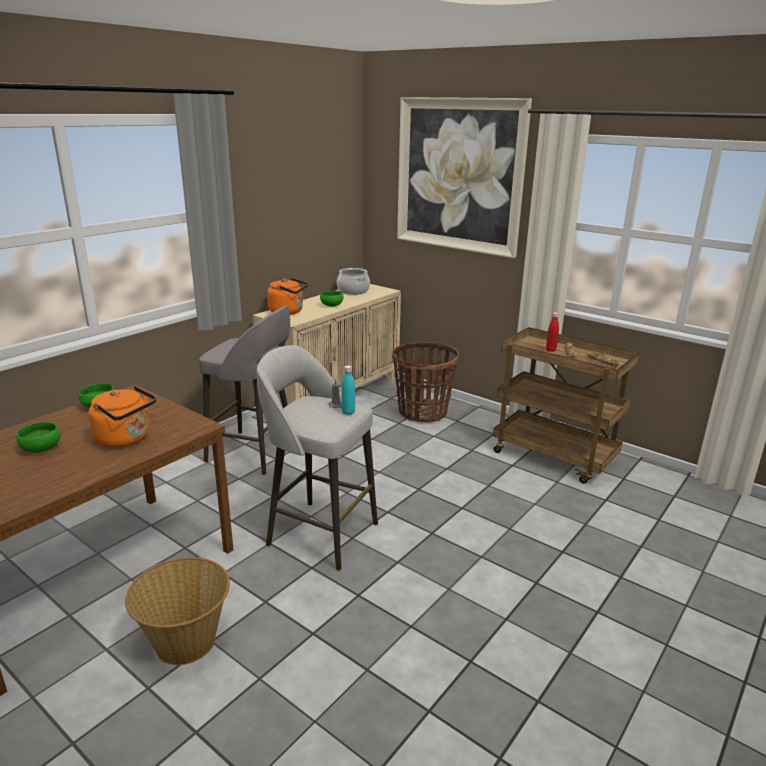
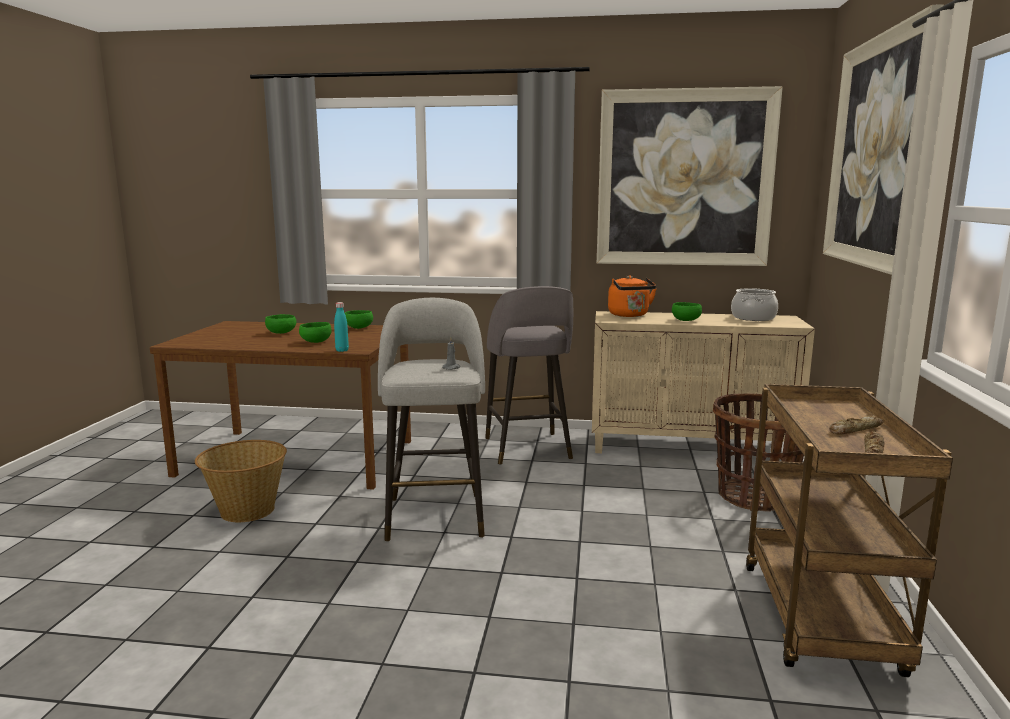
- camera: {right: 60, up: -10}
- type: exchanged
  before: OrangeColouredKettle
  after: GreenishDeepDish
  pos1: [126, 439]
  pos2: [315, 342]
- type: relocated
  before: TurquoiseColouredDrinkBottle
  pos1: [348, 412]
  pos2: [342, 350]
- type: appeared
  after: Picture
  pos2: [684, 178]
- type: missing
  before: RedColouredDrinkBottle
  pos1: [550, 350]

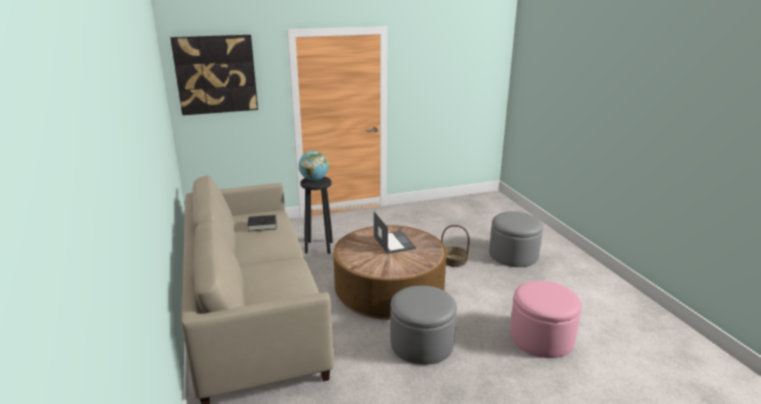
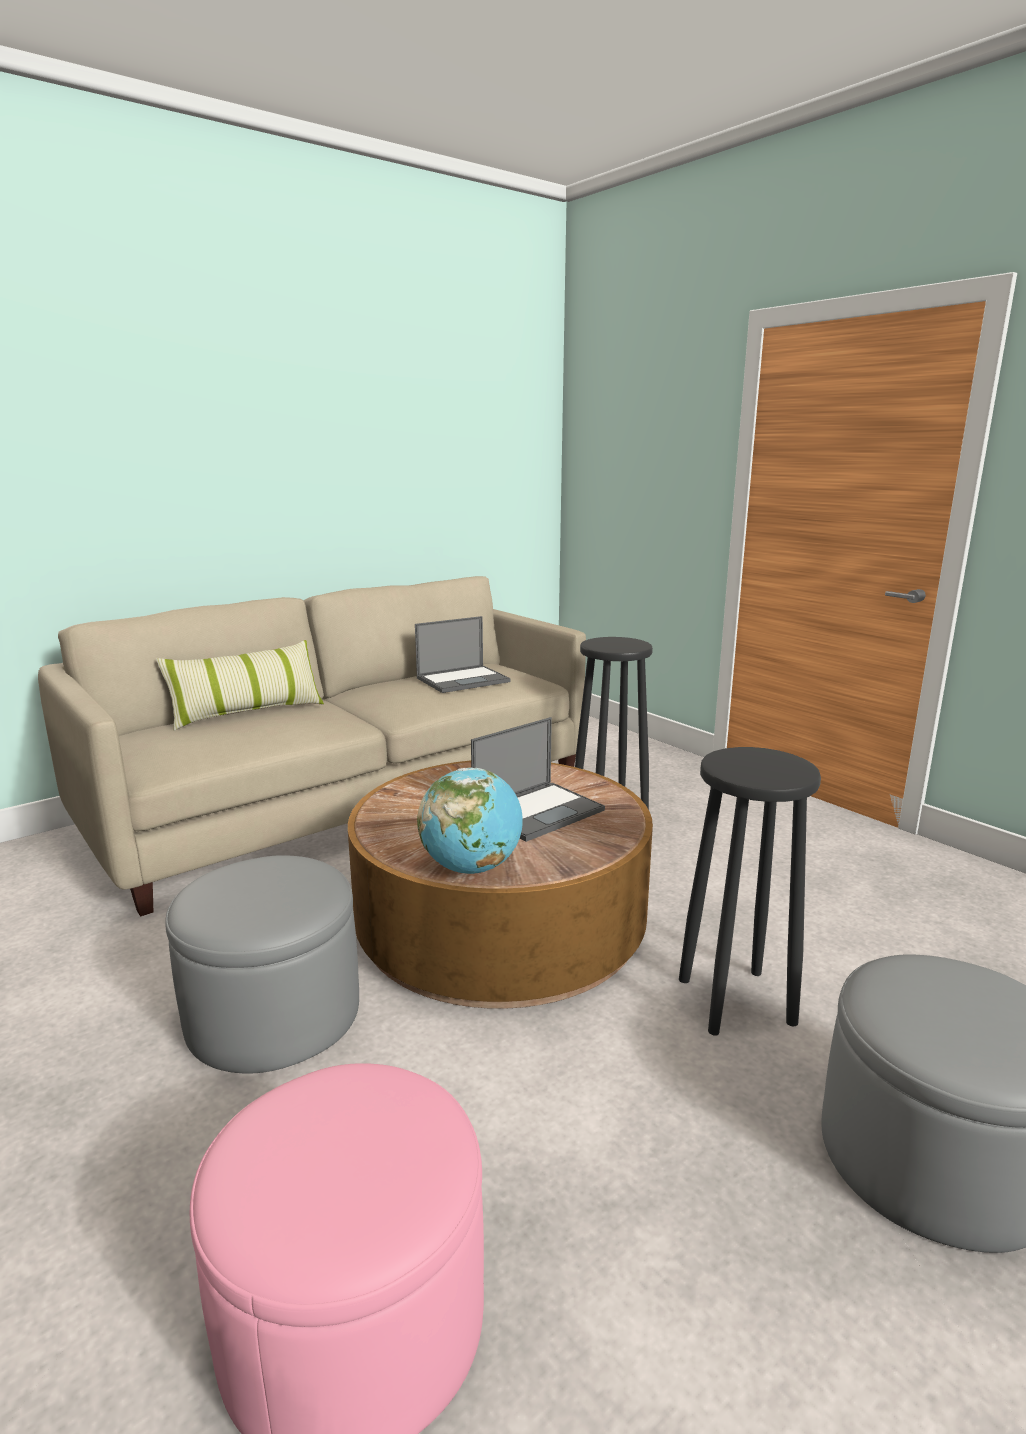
- camera: {right: 70, up: -5}
- type: appeared
  after: ThrowPillow
  pos2: [247, 712]
- type: exchanged
  before: BlackishBoundBook
  after: PortableComputer
  pos1: [262, 225]
  pos2: [464, 680]
- type: relocated
  before: Globe
  pos1: [314, 179]
  pos2: [471, 868]
- type: exchanged
  before: HouseholdBasket
  after: BlackishStool
  pos1: [454, 260]
  pos2: [736, 1002]
- type: missing
  before: Picture
  pos1: [216, 74]

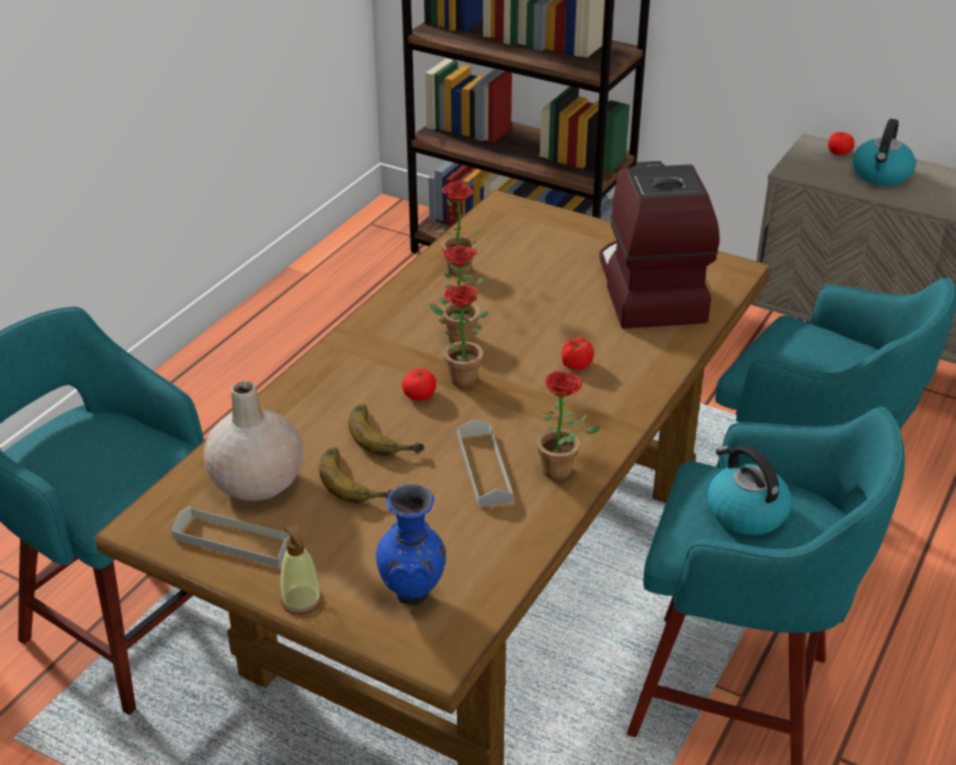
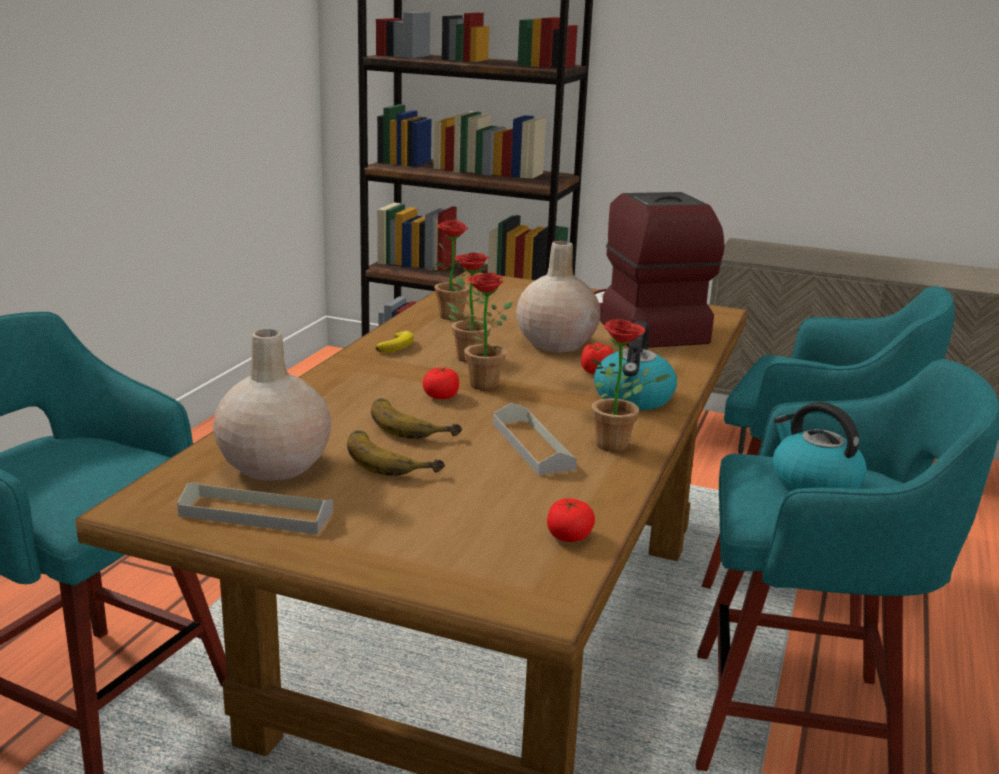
- camera: {right: -10, up: -15}
- type: appeared
  after: Banana
  pos2: [397, 346]
- type: appeared
  after: SandColouredDecorativeVase
  pos2: [555, 344]
- type: relocated
  before: FreshTomato
  pos1: [839, 152]
  pos2: [569, 536]
- type: relocated
  before: Kettle
  pos1: [881, 175]
  pos2: [633, 398]
- type: missing
  before: SoapDispenser
  pos1: [301, 601]
- type: missing
  before: BlueColouredDecorativeVase
  pos1: [414, 596]

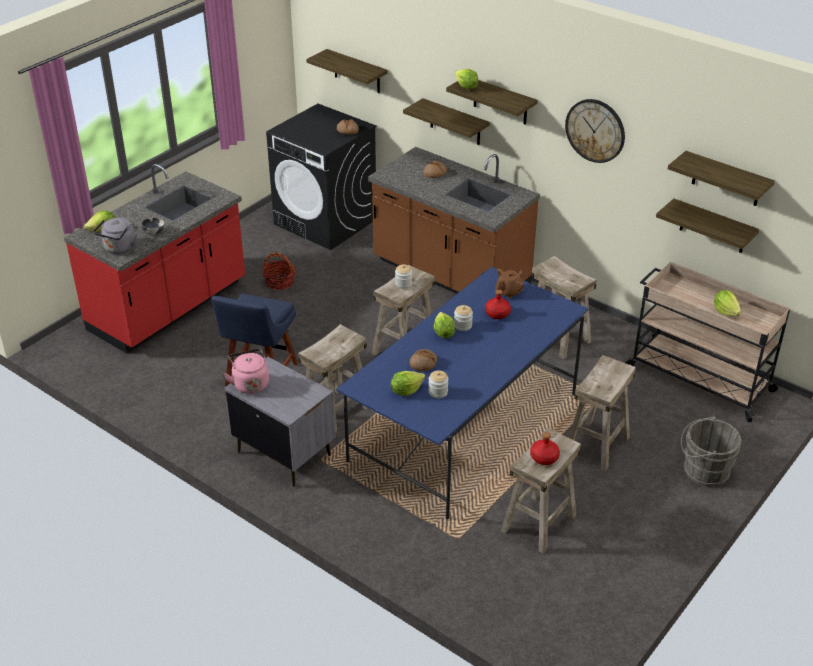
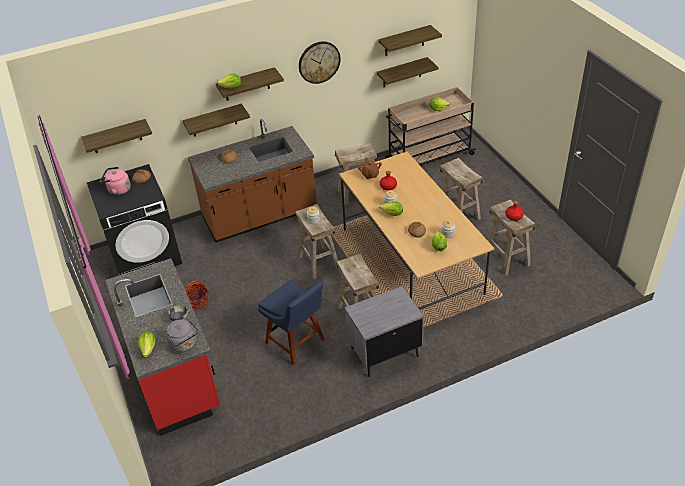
- camera: {right: -60, up: 5}
- type: relocated
  before: PinkColouredKettle
  pos1: [250, 383]
  pos2: [118, 190]
- type: colour
  before: BlueColouredKitchenTable
  after: SandColouredKitchenTable
  pos1: [464, 427]
  pos2: [411, 260]
- type: missing
  before: GreyPail
  pos1: [703, 470]

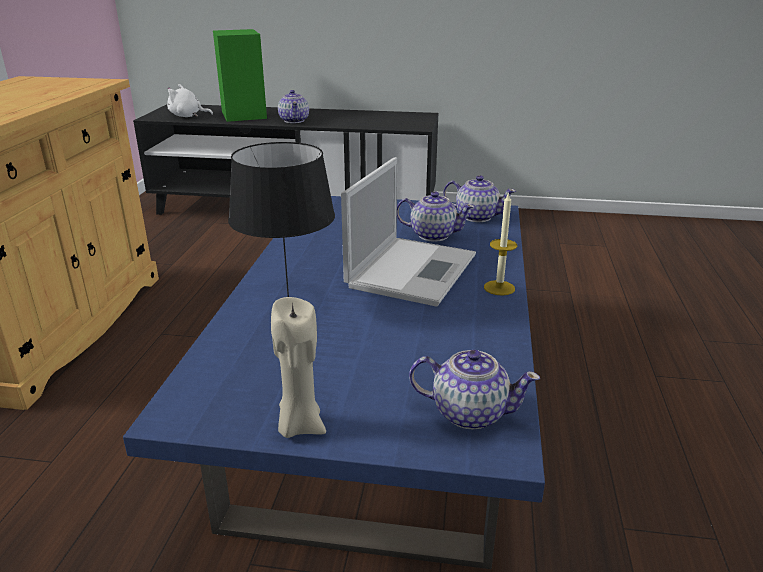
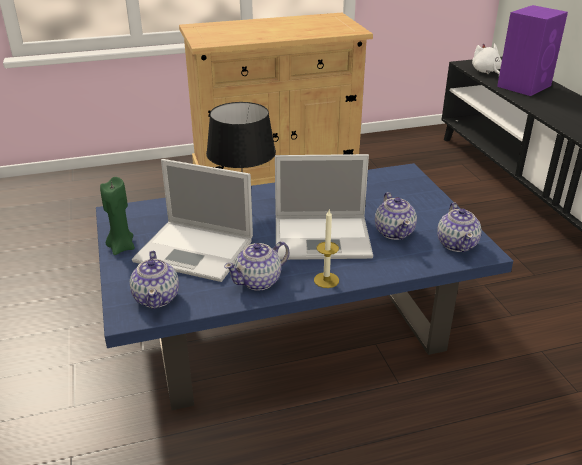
- camera: {right: 65, up: 5}
- type: colour
  before: SandColouredCandle
  after: GreenishCandle
  pos1: [299, 425]
  pos2: [121, 247]
- type: appeared
  after: PortableComputer
  pos2: [196, 251]
- type: relocated
  before: PotForTea
  pos1: [294, 120]
  pos2: [259, 281]
- type: colour
  before: GreenishAudioSpeaker
  after: PurpleColouredAudioSpeaker
  pos1: [243, 114]
  pos2: [524, 86]

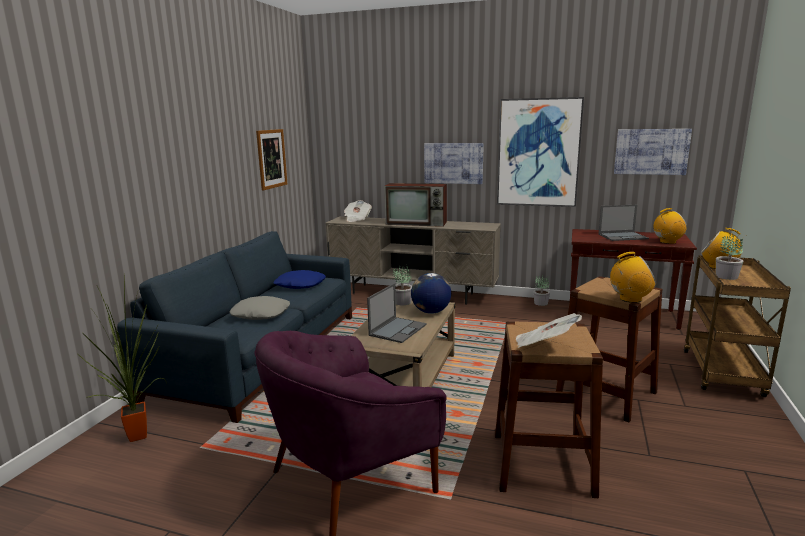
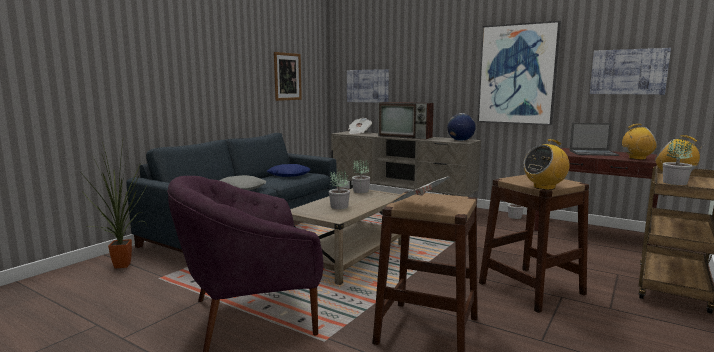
- camera: {right: 15, up: -5}
- type: exchanged
  before: PortableComputer
  after: Houseplant
  pos1: [398, 329]
  pos2: [339, 206]
- type: relocated
  before: Picture
  pos1: [453, 163]
  pos2: [367, 86]
- type: relocated
  before: Globe
  pos1: [430, 312]
  pos2: [460, 140]
- type: spun
  before: RadioSet
  pos1: [630, 299]
  pos2: [544, 187]
  turn: 135

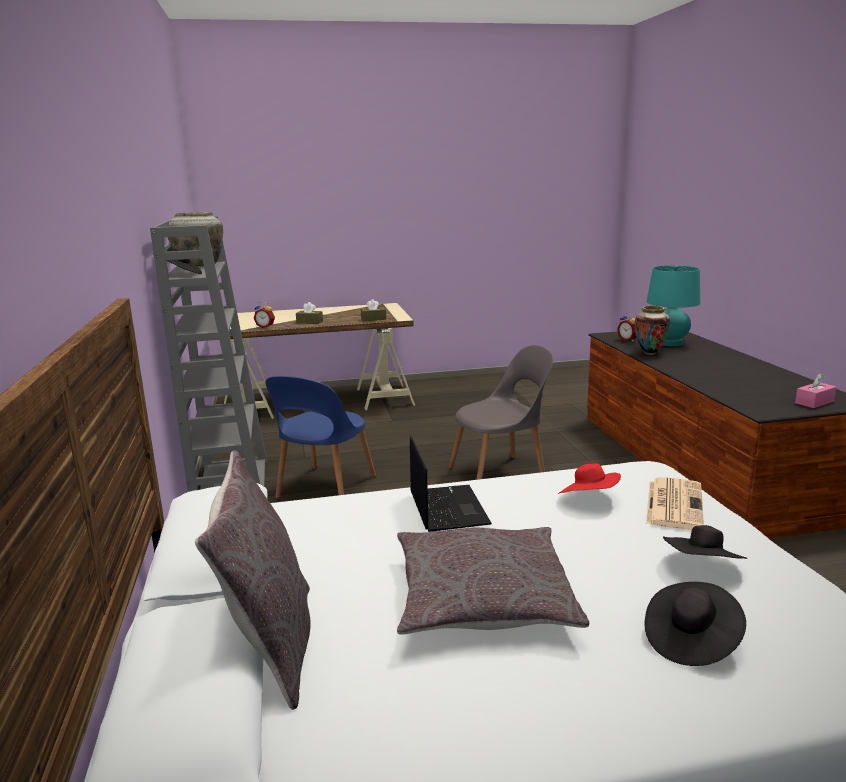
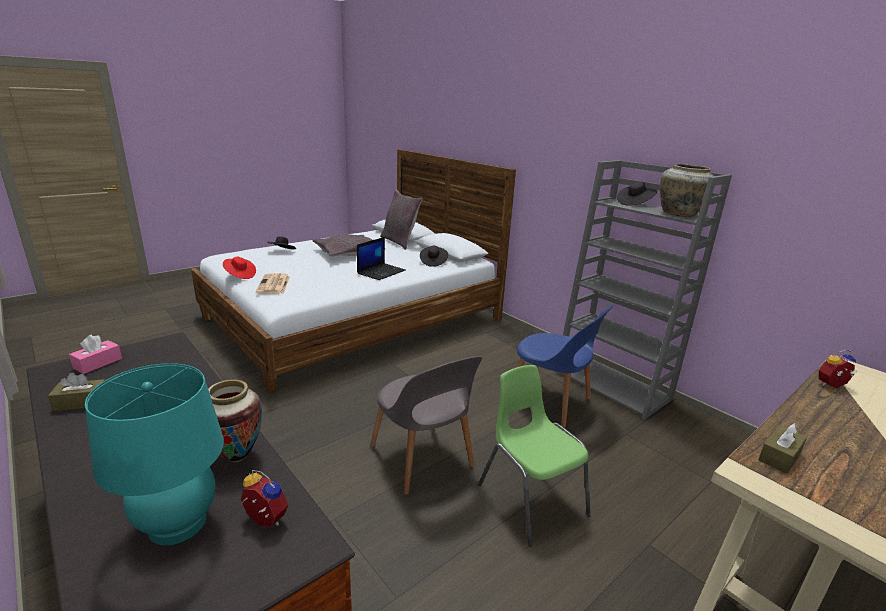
- camera: {right: 150, up: 5}
- type: relocated
  before: BrownTissueHolder
  pos1: [309, 322]
  pos2: [81, 402]
- type: relocated
  before: RedColouredWearableHat
  pos1: [589, 499]
  pos2: [240, 275]
- type: spun
  before: PortableComputer
  pos1: [447, 508]
  pos2: [381, 272]
  turn: -105
- type: spun
  before: GreyChair
  pos1: [501, 475]
  pos2: [423, 459]
  turn: -75
- type: relocated
  before: BlackishWearableHat
  pos1: [702, 568]
  pos2: [433, 262]
- type: appeared
  after: GreenishChair
  pos2: [530, 499]
- type: spun
  before: BlueColouredChair
  pos1: [324, 489]
  pos2: [551, 402]
  turn: 135

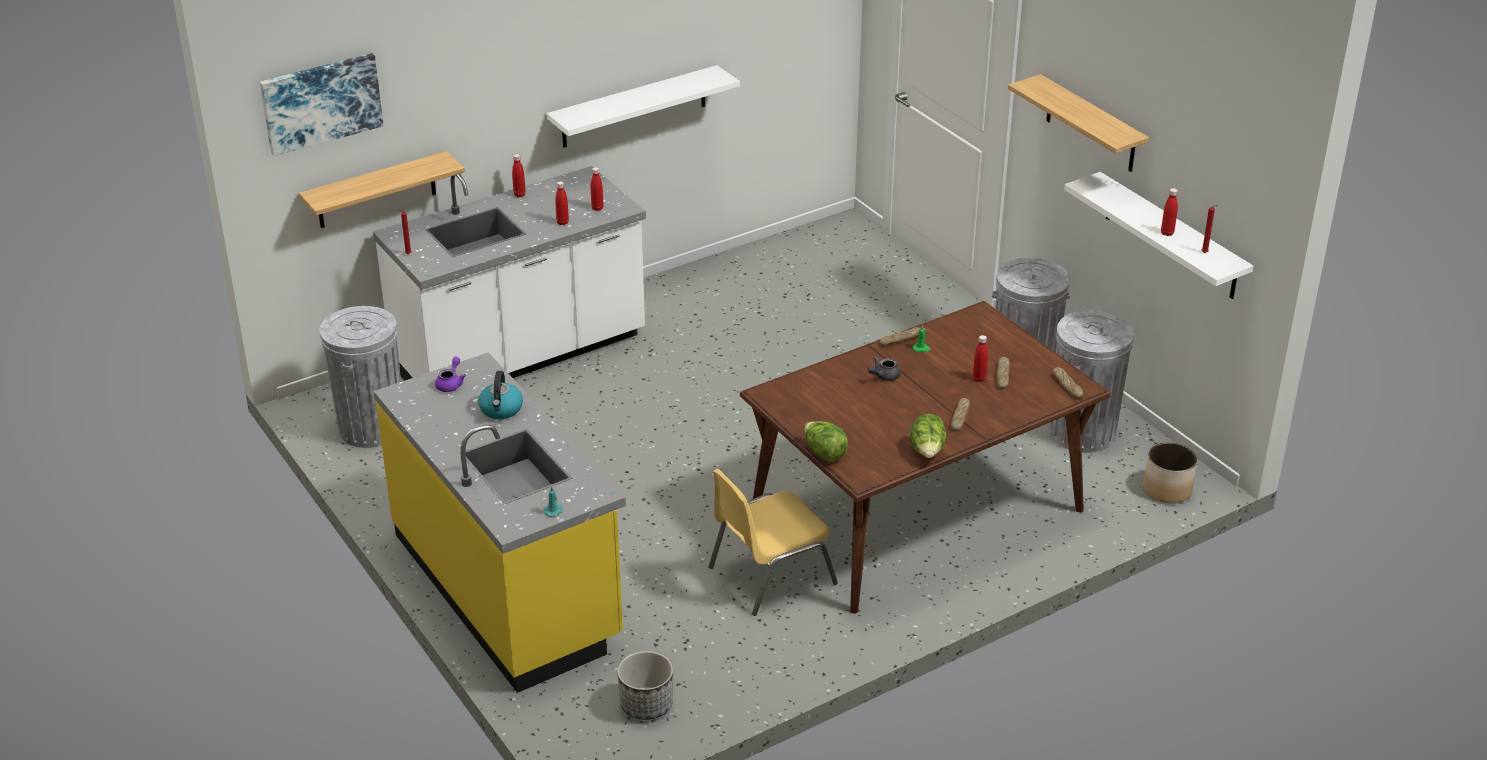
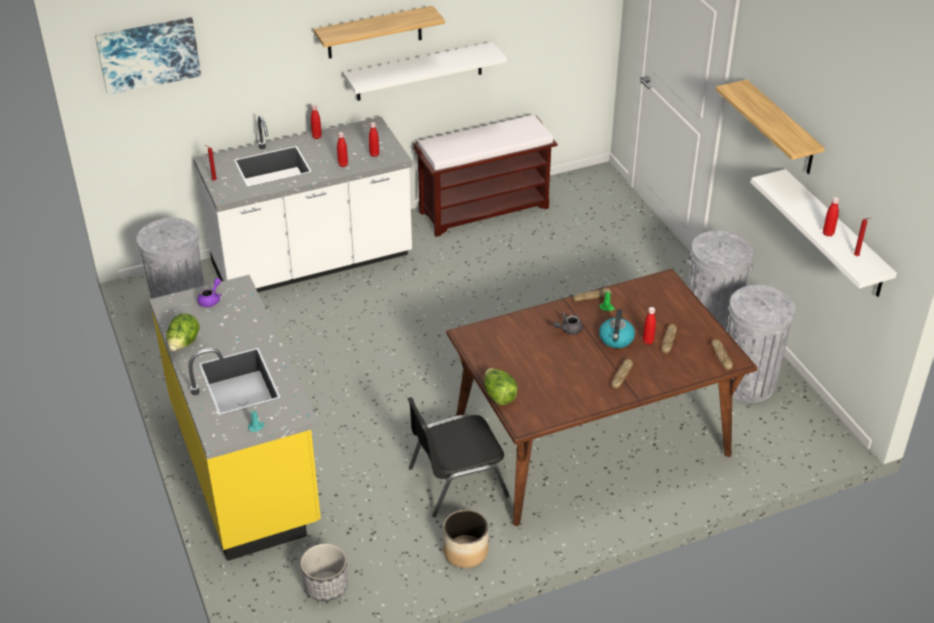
- camera: {right: 10, up: 5}
- type: relocated
  before: HeadOfLettuce
  pos1: [927, 452]
  pos2: [184, 344]
- type: relocated
  before: Shelf
  pos1: [376, 191]
  pos2: [374, 32]
- type: colour
  before: YellowChair
  after: BlackishChair
  pos1: [769, 575]
  pos2: [456, 481]
- type: appeared
  after: BrownLongSeat
  pos2: [485, 209]
- type: relocated
  before: FlowerPot
  pos1: [1167, 490]
  pos2: [466, 551]
- type: relocated
  before: Kettle
  pos1: [501, 409]
  pos2: [616, 339]

